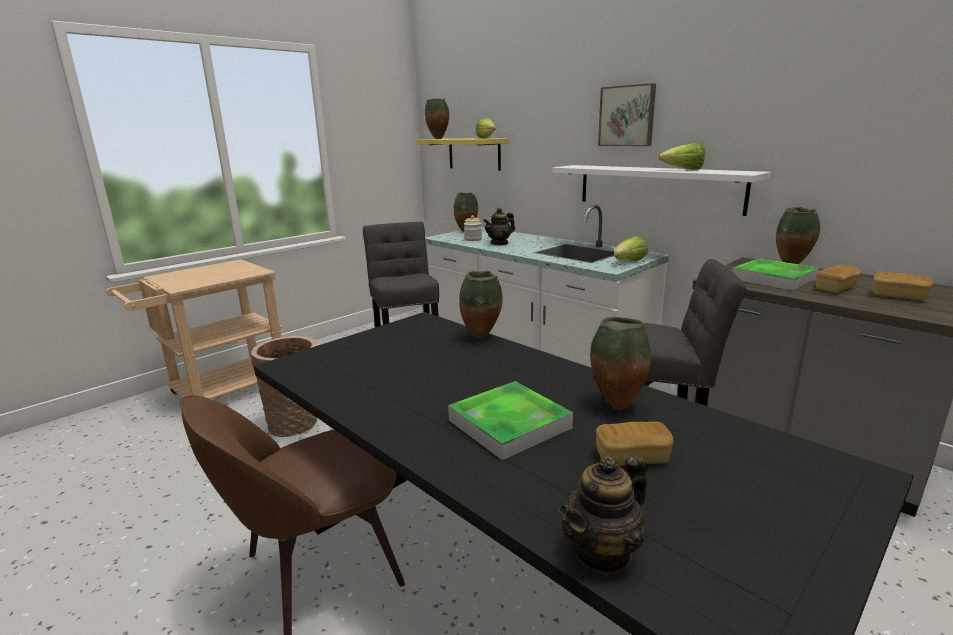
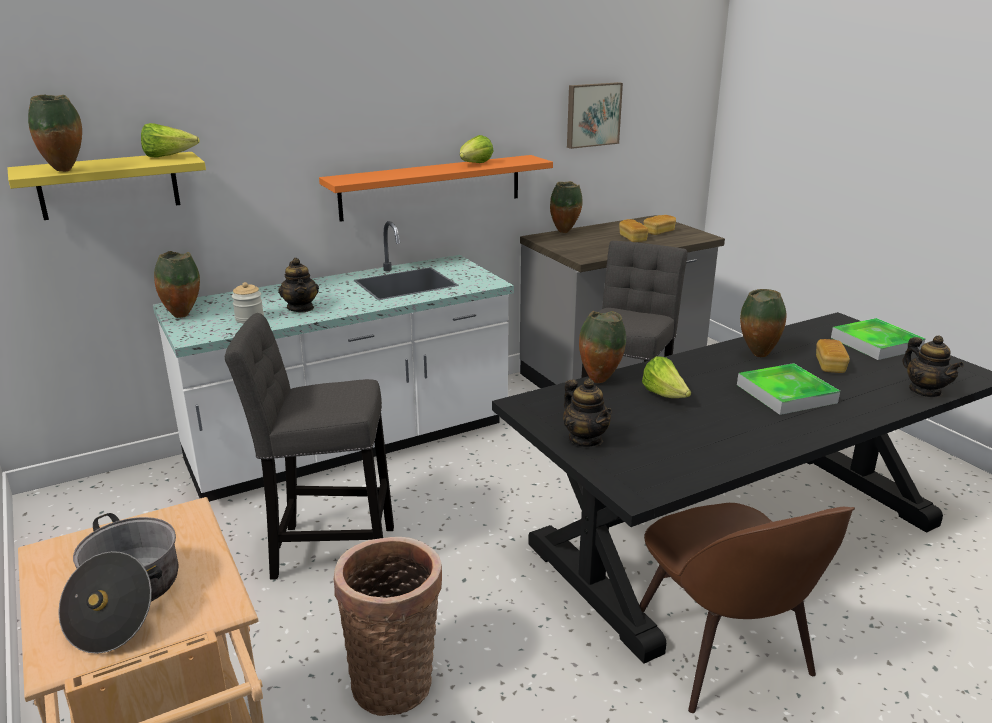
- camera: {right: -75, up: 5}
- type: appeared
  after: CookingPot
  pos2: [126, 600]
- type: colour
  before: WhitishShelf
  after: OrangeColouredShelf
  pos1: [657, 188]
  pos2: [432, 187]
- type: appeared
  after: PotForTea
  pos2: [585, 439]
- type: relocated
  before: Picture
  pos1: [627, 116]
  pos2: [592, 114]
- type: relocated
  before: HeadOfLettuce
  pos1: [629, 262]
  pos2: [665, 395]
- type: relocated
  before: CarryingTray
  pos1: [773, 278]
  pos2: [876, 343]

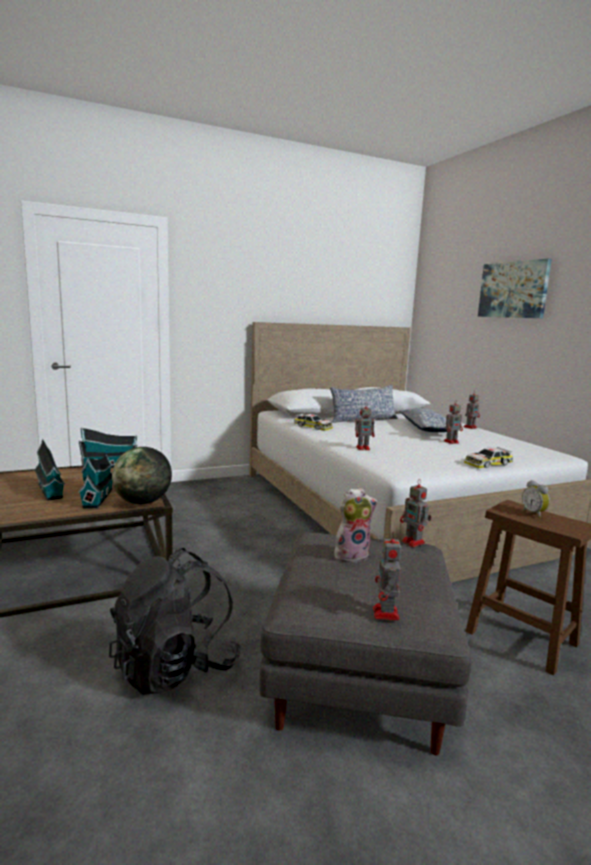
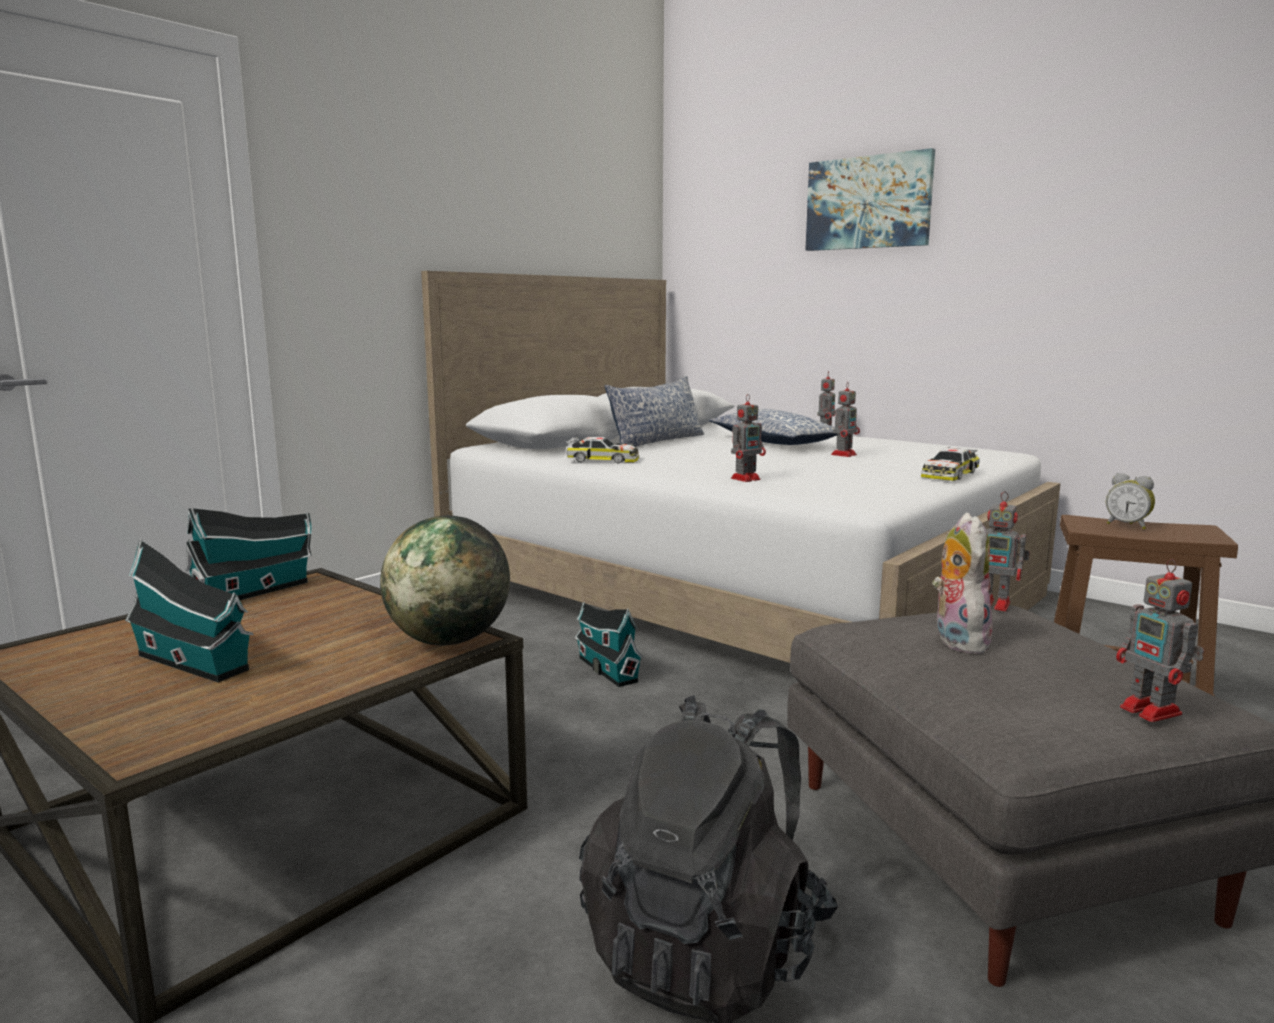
- camera: {right: -25, up: 0}
- type: relocated
  before: ToyHouse
  pos1: [98, 497]
  pos2: [606, 668]
- type: spun
  before: CuddlyToy
  pos1: [351, 555]
  pos2: [956, 641]
  turn: -45

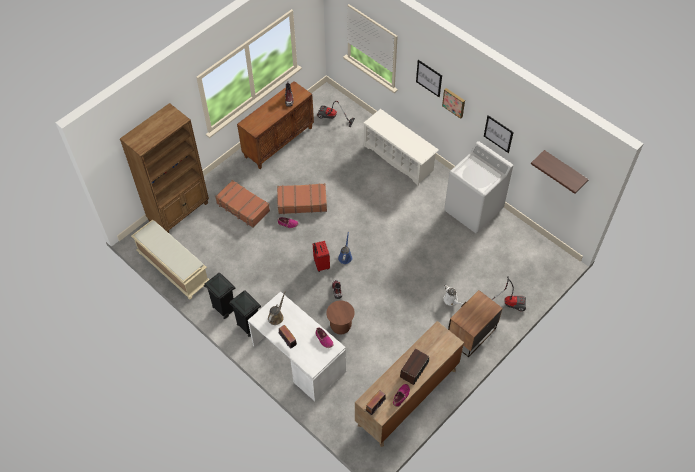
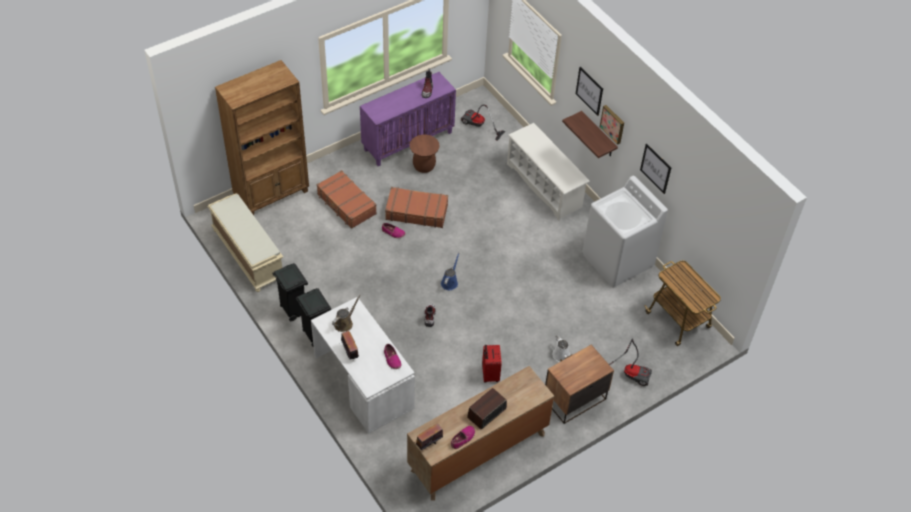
- camera: {right: 10, up: -5}
- type: colour
  before: BrownStorageCabinet
  after: PurpleColouredStorageCabinet
  pos1: [278, 142]
  pos2: [408, 140]
- type: relocated
  before: BrownStool
  pos1: [340, 326]
  pos2: [424, 166]
- type: relocated
  before: RedColouredPieceOfLuggage
  pos1: [321, 264]
  pos2: [489, 374]
- type: relocated
  before: Shelf
  pos1: [564, 169]
  pos2: [598, 135]
- type: appeared
  after: WheeledCart
  pos2: [678, 321]

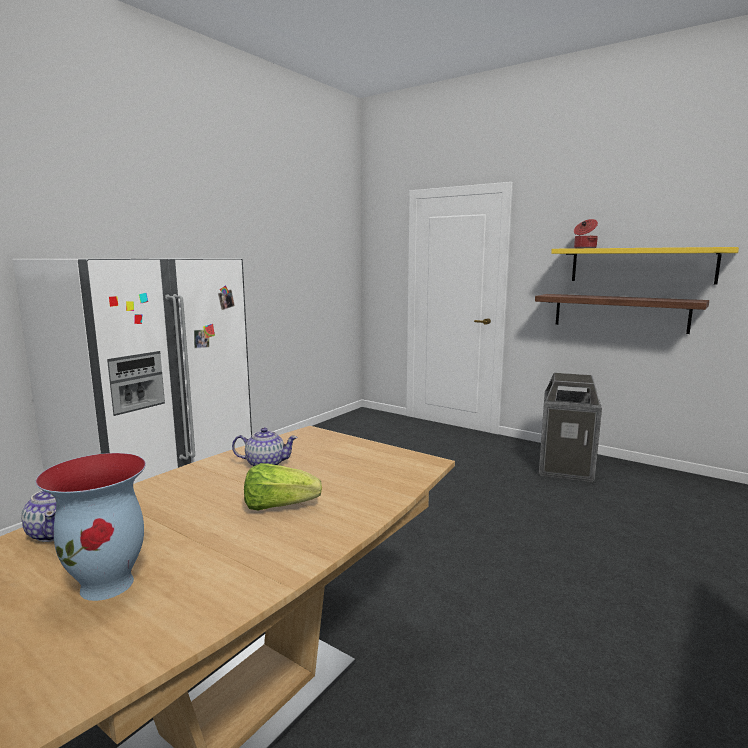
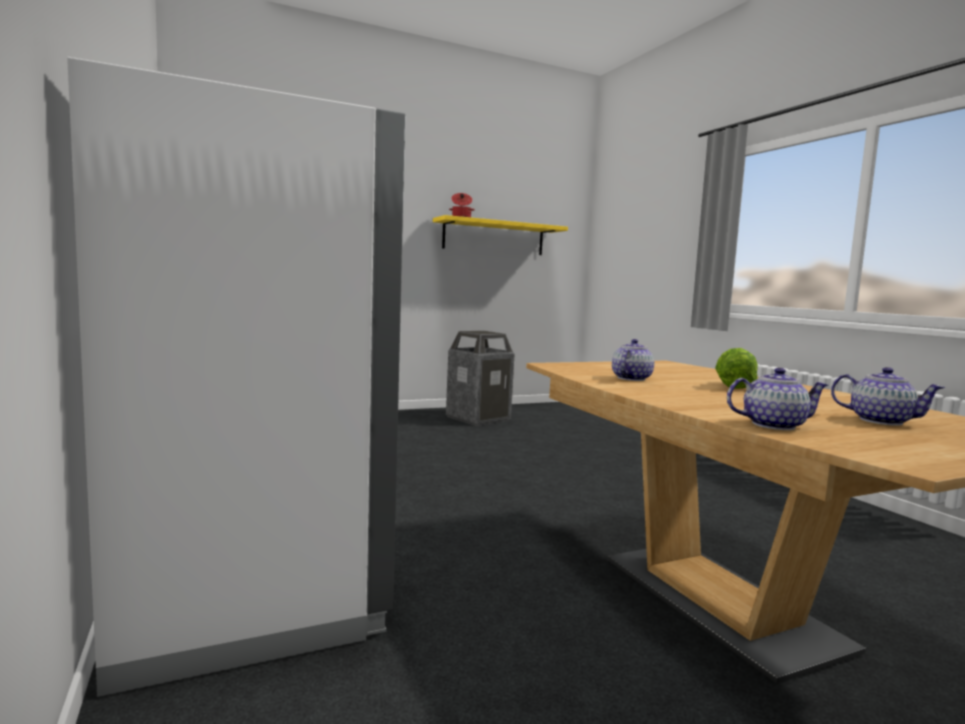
- camera: {right: -60, up: -5}
- type: exchanged
  before: DecorativeVase
  after: PotForTea
  pos1: [109, 584]
  pos2: [880, 421]
- type: missing
  before: Shelf
  pos1: [619, 312]

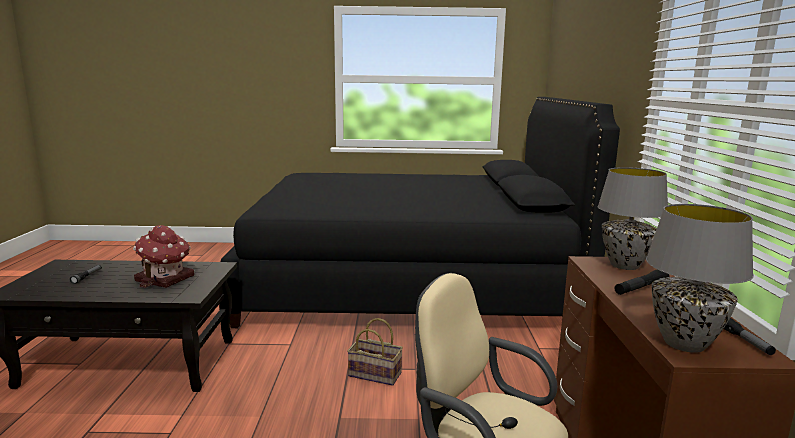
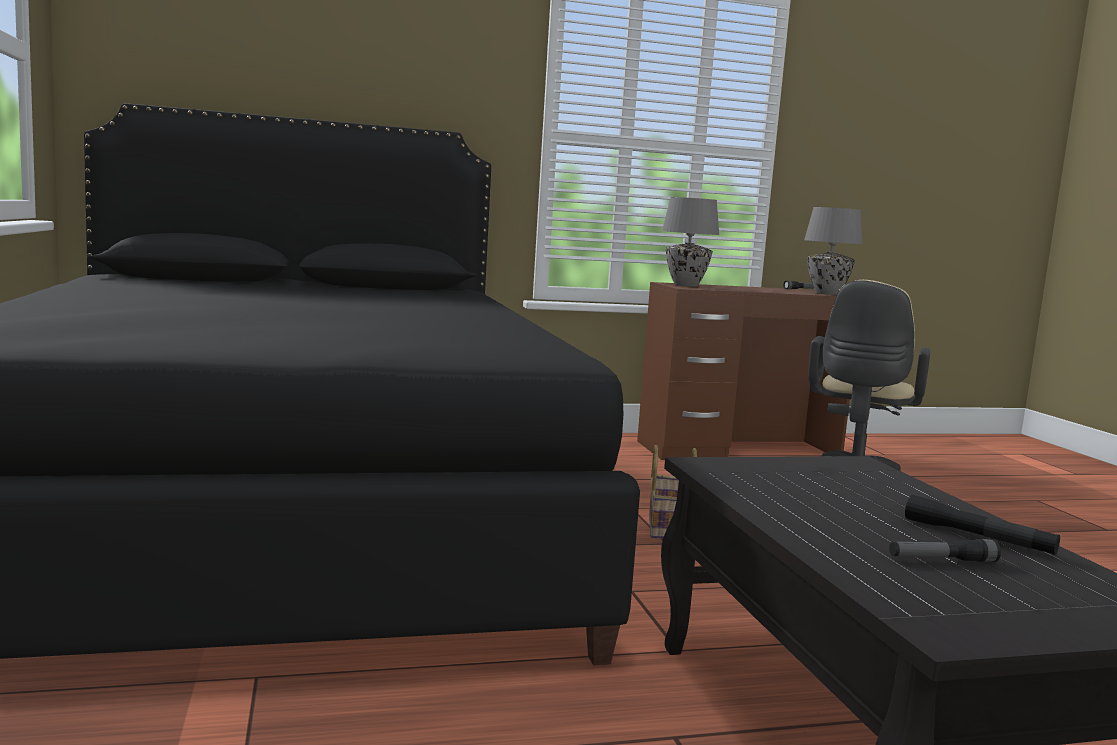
- camera: {right: -105, up: -5}
- type: relocated
  before: BlackishHandTorch
  pos1: [641, 288]
  pos2: [977, 537]
- type: missing
  before: ToyHouse
  pos1: [165, 279]

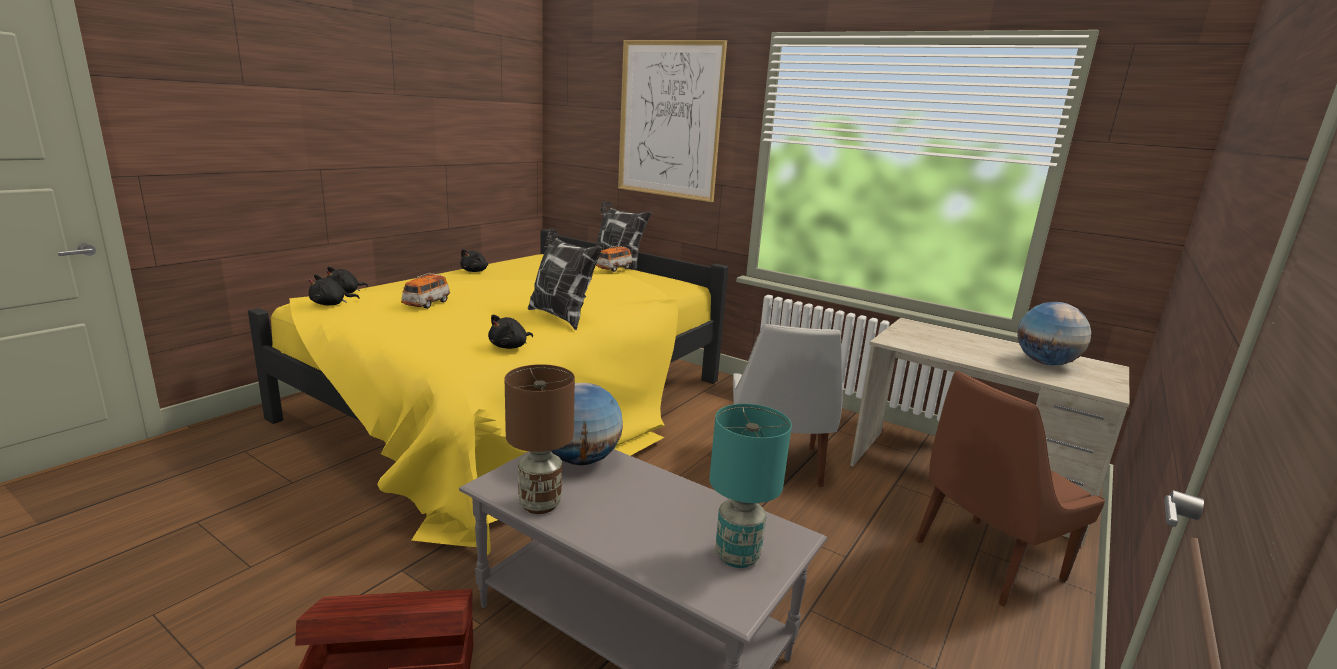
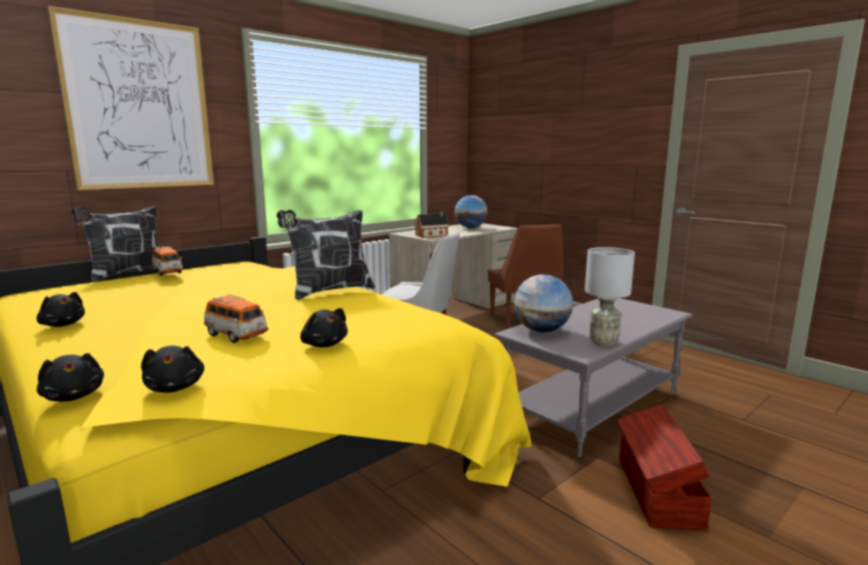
- camera: {right: -75, up: -5}
- type: relocated
  before: BlackishCuddlyToy
  pos1: [510, 346]
  pos2: [324, 344]
- type: appeared
  after: ToyHouse
  pos2: [432, 235]
- type: colour
  before: BrownTableLamp
  after: GreyTableLamp
  pos1: [540, 504]
  pos2: [602, 341]
- type: missing
  before: TurquoiseColouredTableLamp
  pos1: [738, 556]

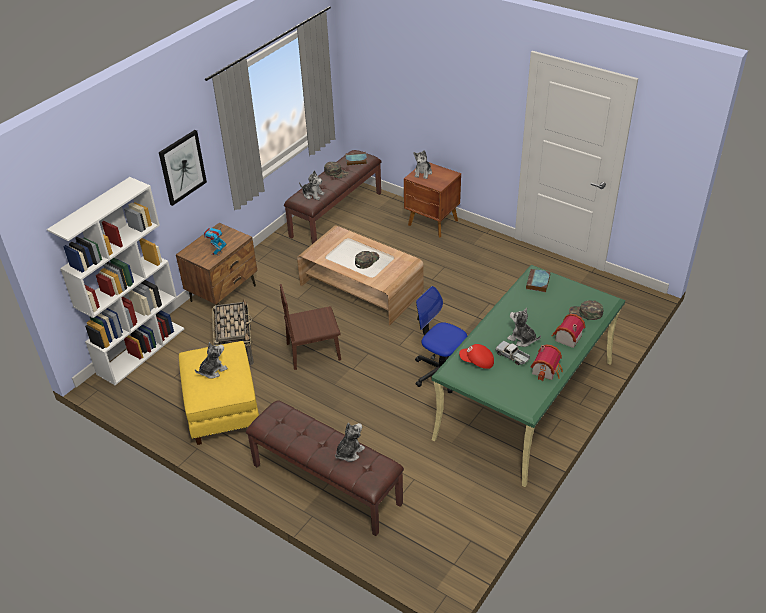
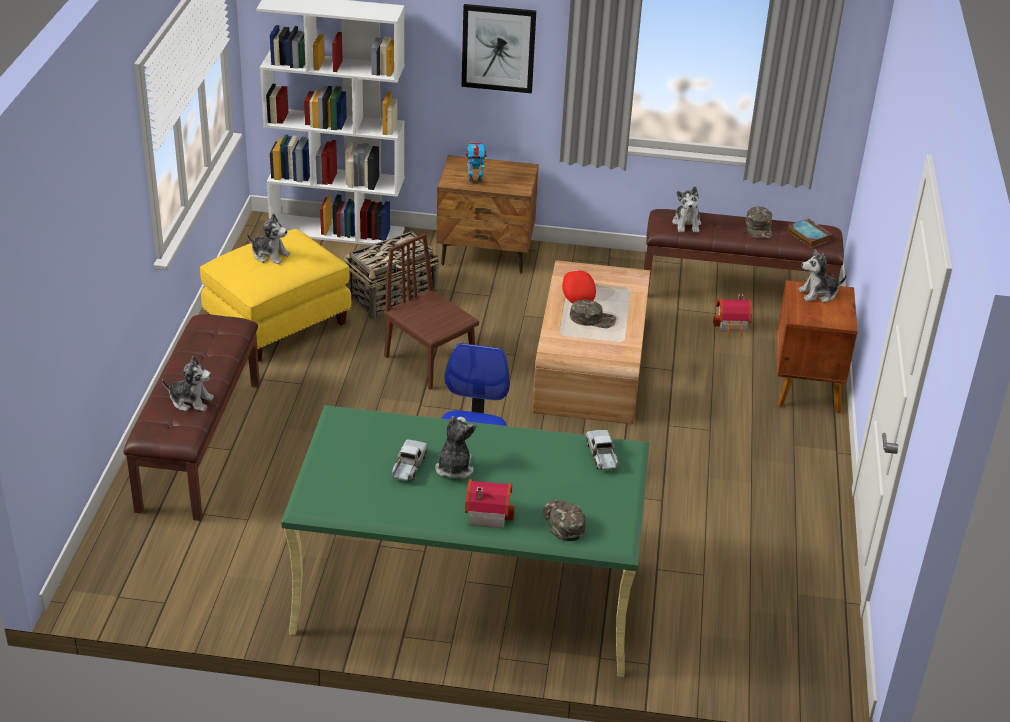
- camera: {right: 60, up: -5}
- type: relocated
  before: RedColouredBaseballCap
  pos1: [477, 362]
  pos2: [577, 294]
- type: exchanged
  before: BoundBook
  after: ModelTruck
  pos1: [538, 283]
  pos2: [602, 456]
- type: relocated
  before: ToyHouse
  pos1: [547, 370]
  pos2: [733, 326]

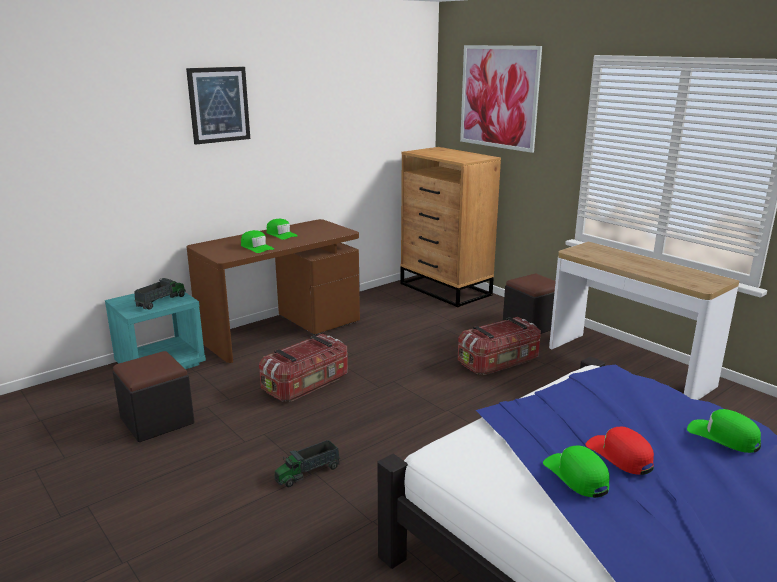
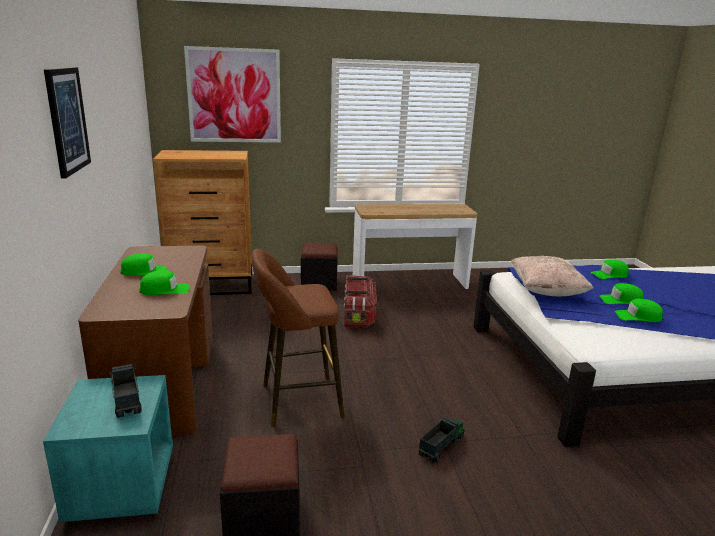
- camera: {right: -60, up: 0}
- type: exchanged
  before: StorageBox
  after: BrownStool
  pos1: [307, 385]
  pos2: [296, 401]
- type: spun
  before: ModelTruck
  pos1: [308, 473]
  pos2: [441, 445]
  turn: -135
- type: appeared
  after: SandColouredThrowPillow
  pos2: [546, 291]
- type: colour
  before: RedColouredBaseballCap
  after: GreenishBaseballCap
  pos1: [620, 455]
  pos2: [621, 300]

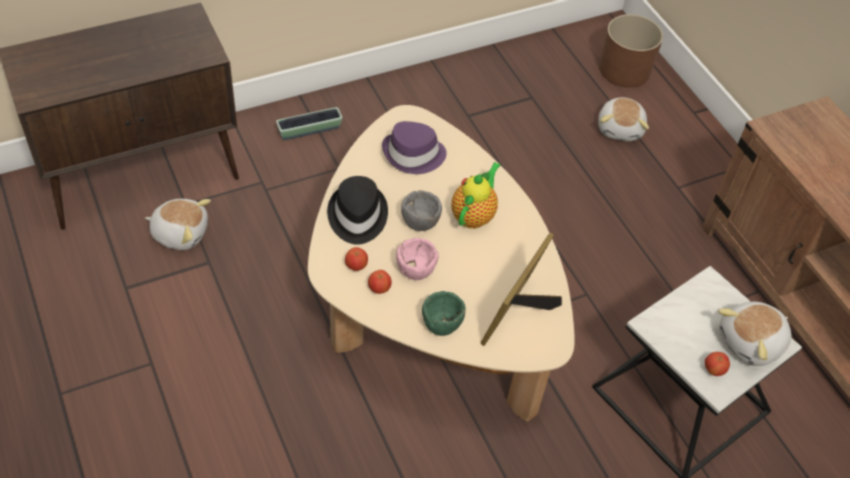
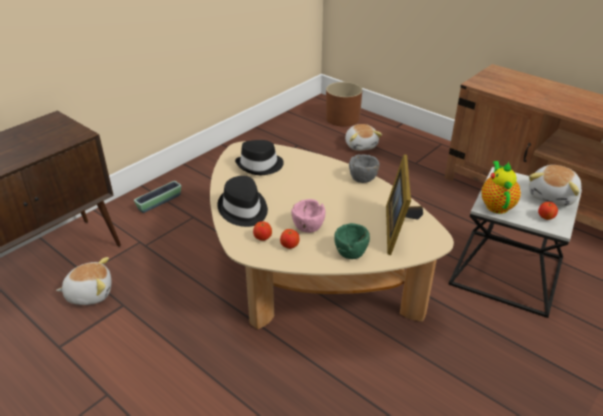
- camera: {right: -20, up: -15}
- type: colour
  before: PurpleColouredWearableHat
  after: BlackishWearableHat
  pos1: [413, 155]
  pos2: [260, 165]
- type: relocated
  before: GreyDeepDish
  pos1: [420, 222]
  pos2: [363, 178]
- type: relocated
  before: PotForTea
  pos1: [474, 215]
  pos2: [496, 205]

